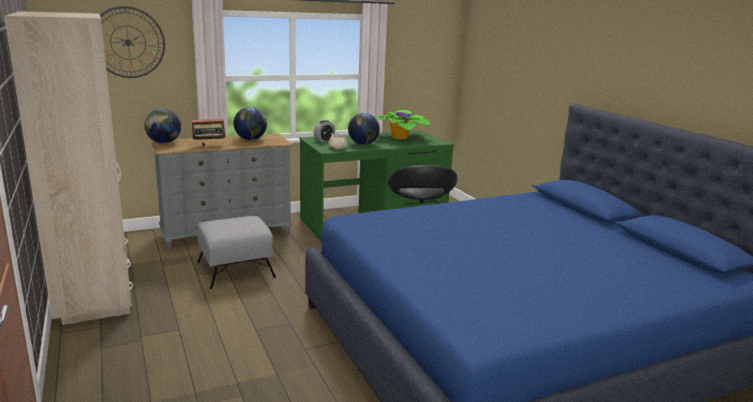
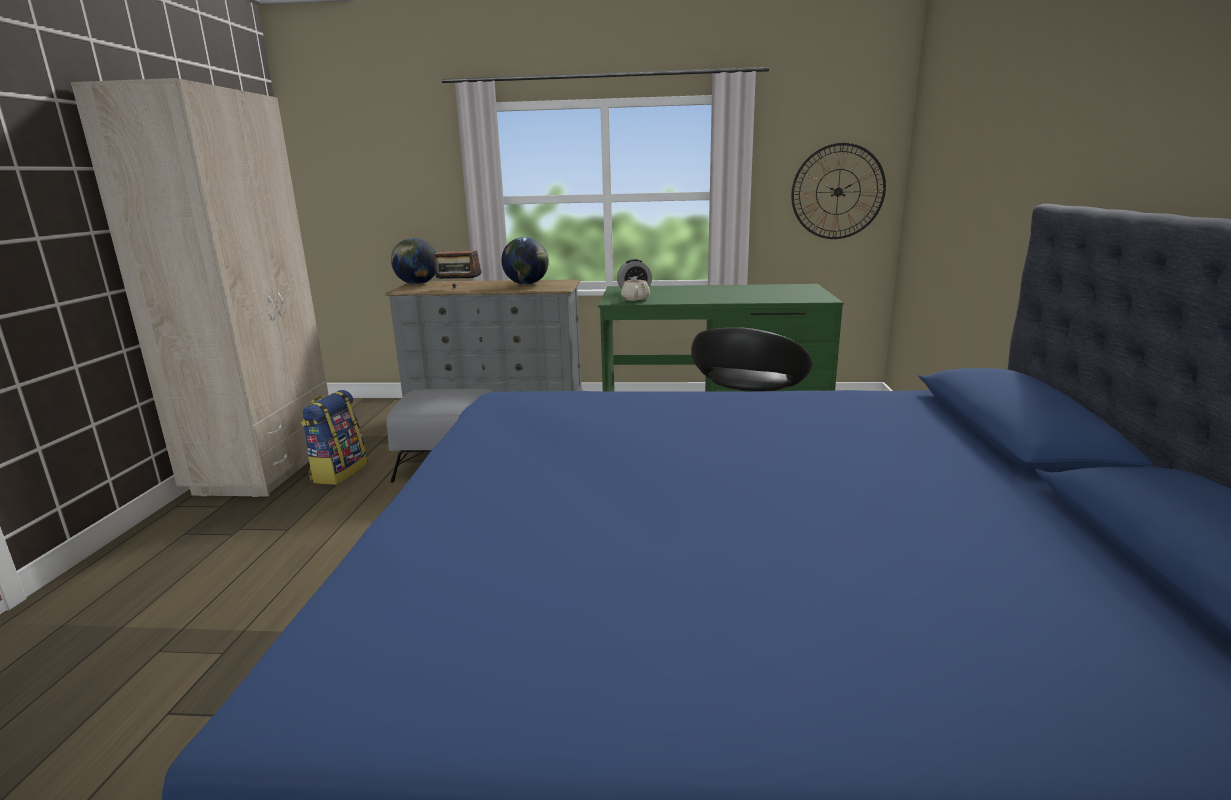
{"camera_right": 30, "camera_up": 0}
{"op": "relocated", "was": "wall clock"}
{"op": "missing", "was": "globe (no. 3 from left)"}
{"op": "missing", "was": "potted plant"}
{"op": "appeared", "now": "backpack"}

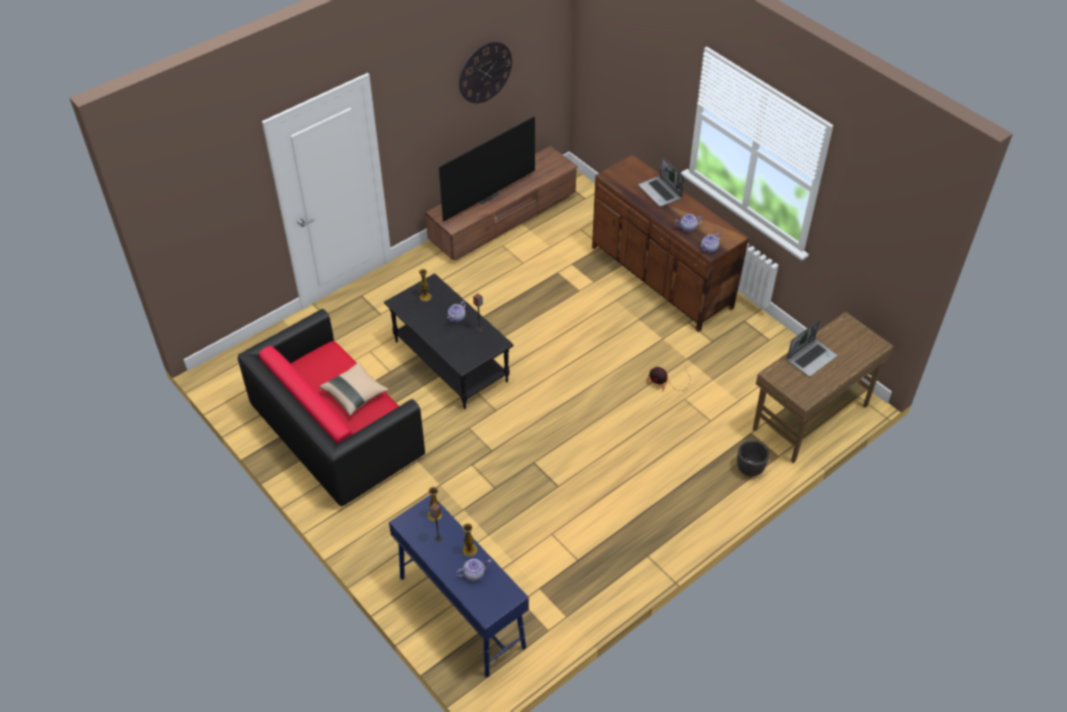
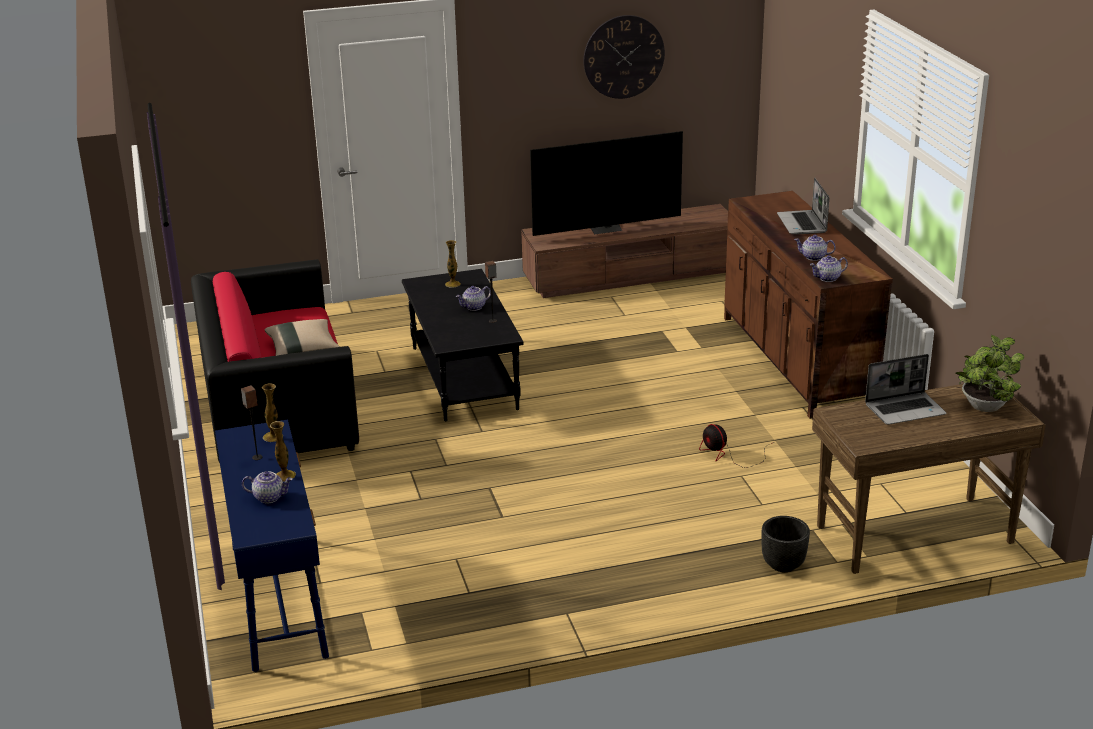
{"camera_right": 25, "camera_up": -20}
{"op": "appeared", "now": "potted plant"}

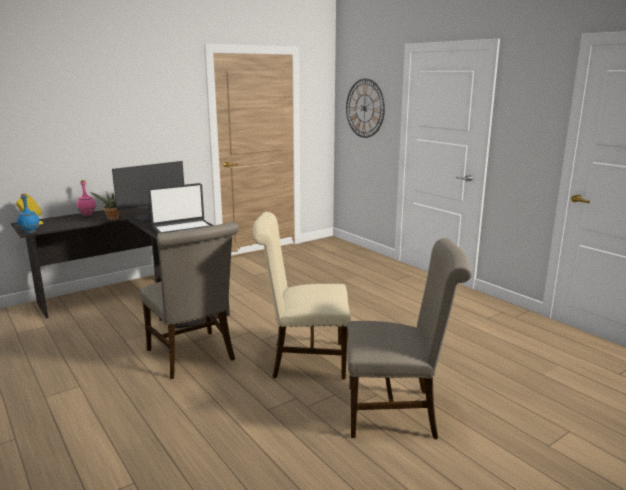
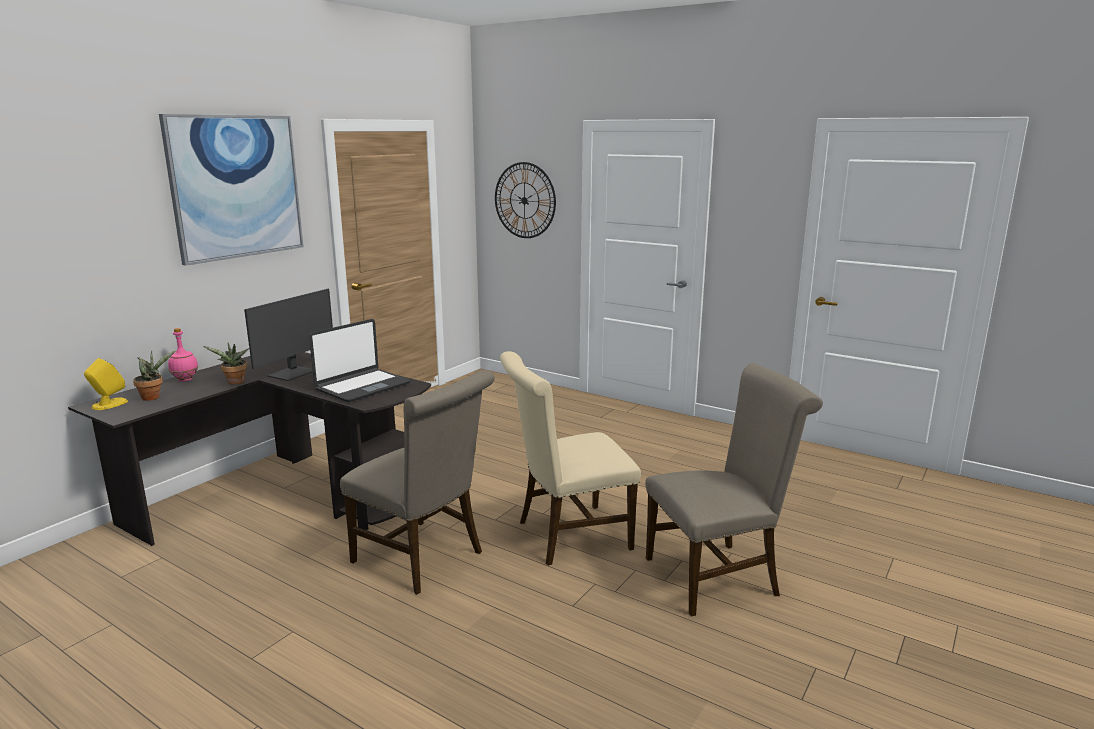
{"camera_right": -20, "camera_up": 0}
{"op": "missing", "was": "bottle in blue"}
{"op": "appeared", "now": "potted plant (no. 1 from left)"}
{"op": "appeared", "now": "picture"}

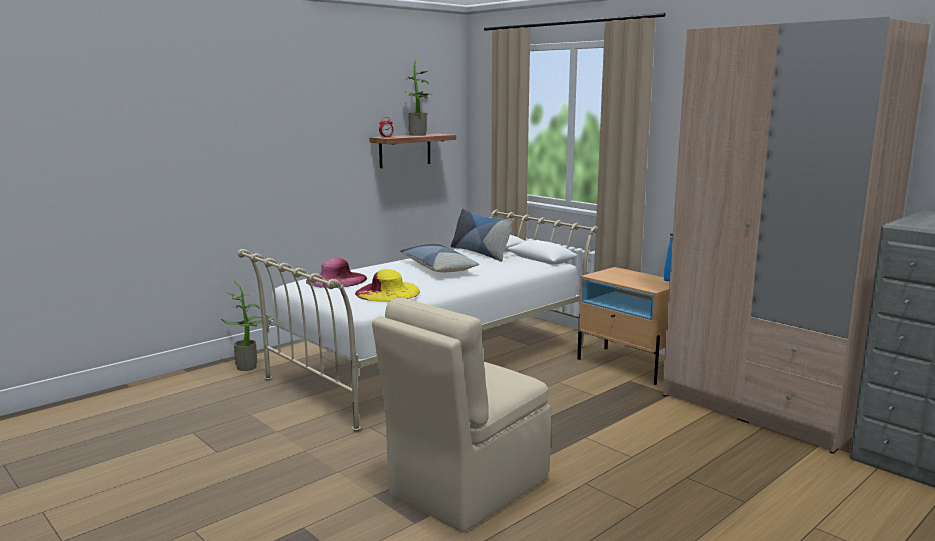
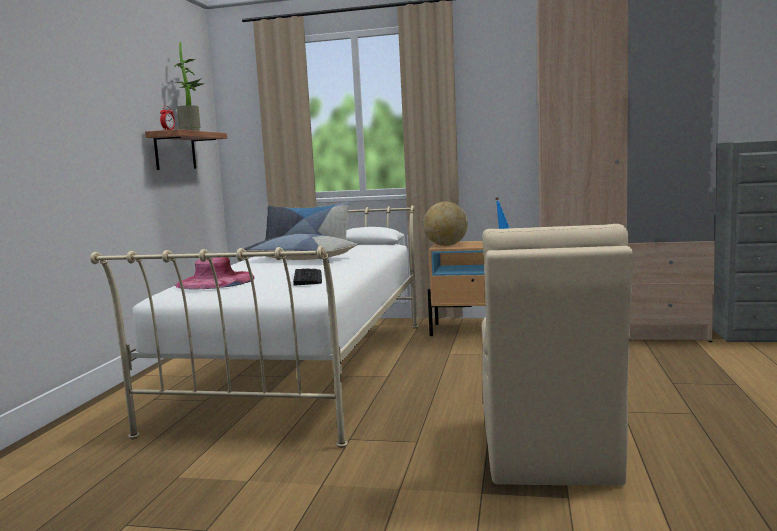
{"camera_right": -35, "camera_up": -5}
{"op": "missing", "was": "potted plant (no. 1 from left)"}
{"op": "exchanged", "was": "hat in yellow", "now": "keyboard"}
{"op": "appeared", "now": "globe"}

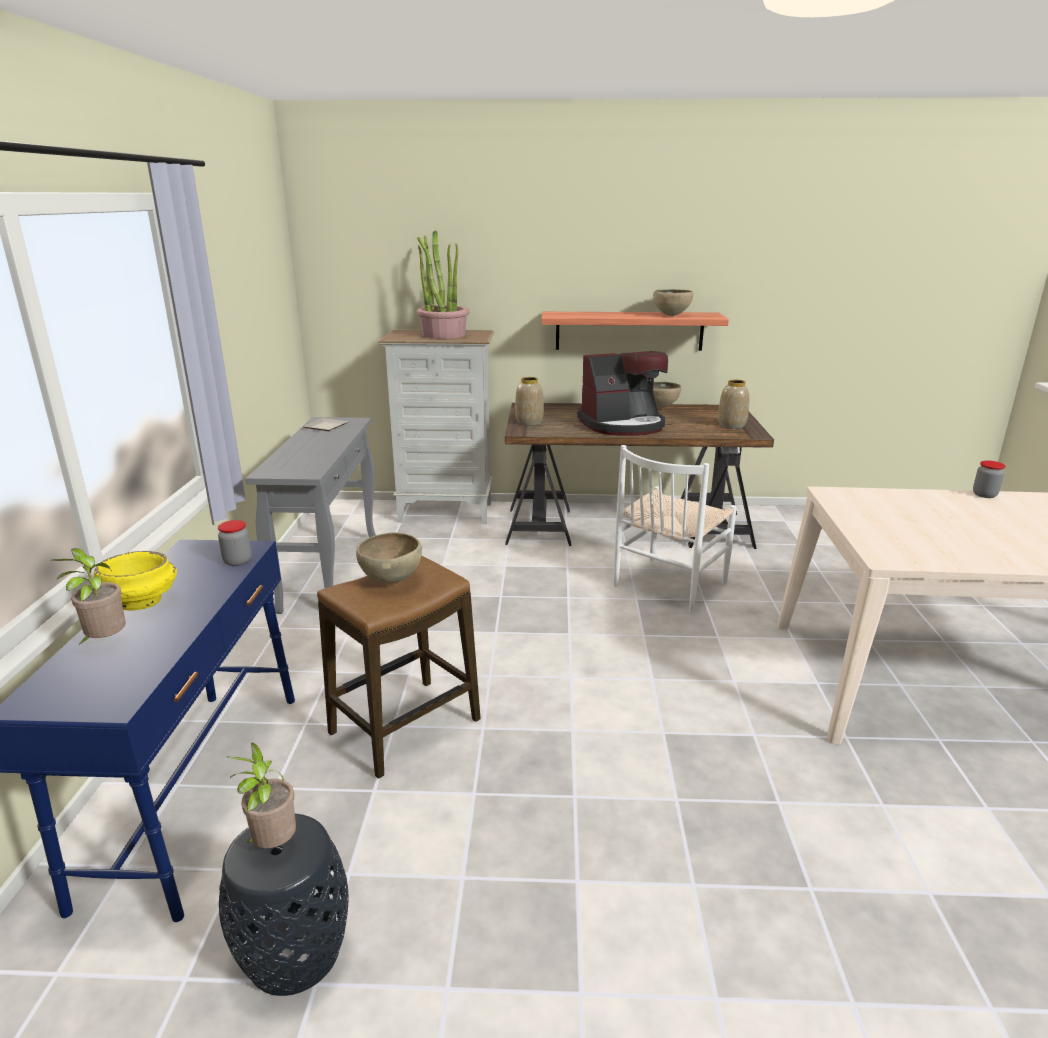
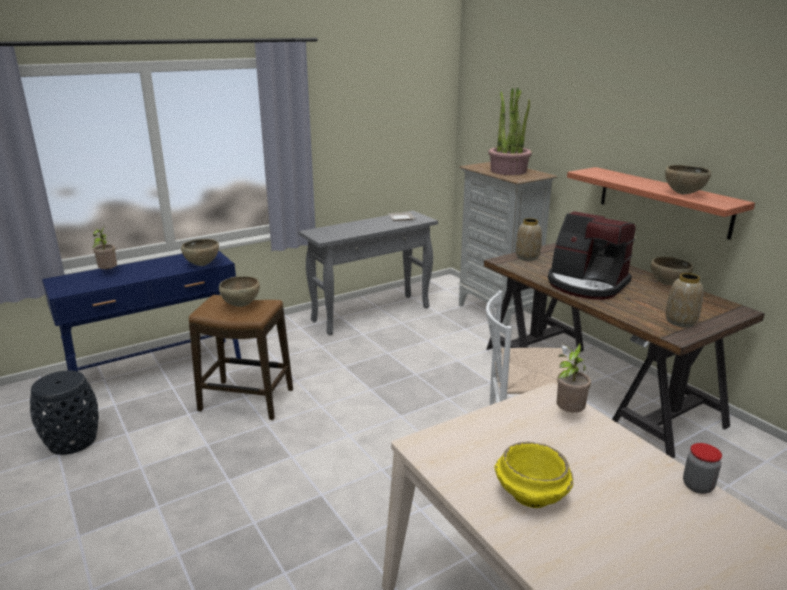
{"camera_right": 55, "camera_up": 0}
{"op": "relocated", "was": "bowl in yellow"}
{"op": "exchanged", "was": "jar (no. 1 from left)", "now": "bowl in brown (no. 1 from left)"}
{"op": "relocated", "was": "potted plant (no. 2 from left in the first image)", "now": "potted plant (no. 3 from left)"}

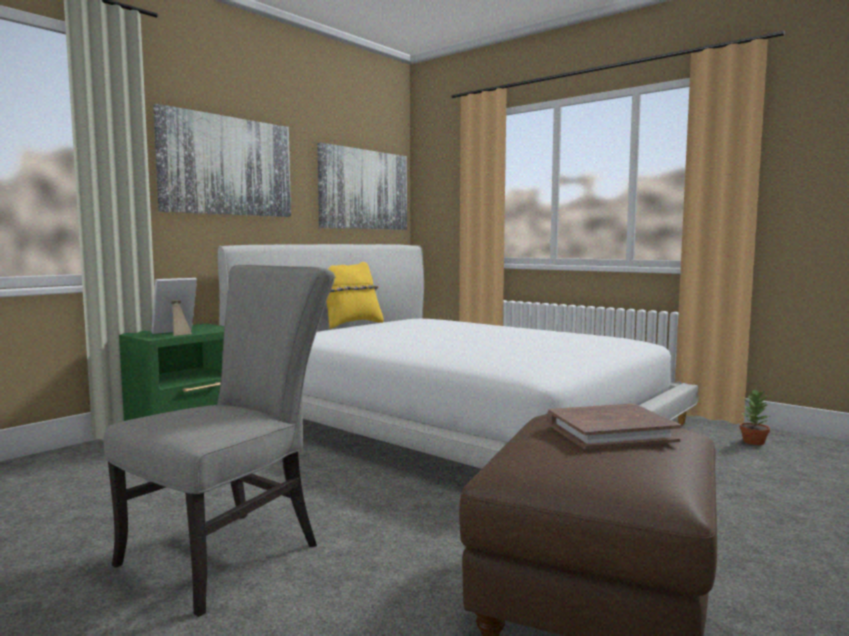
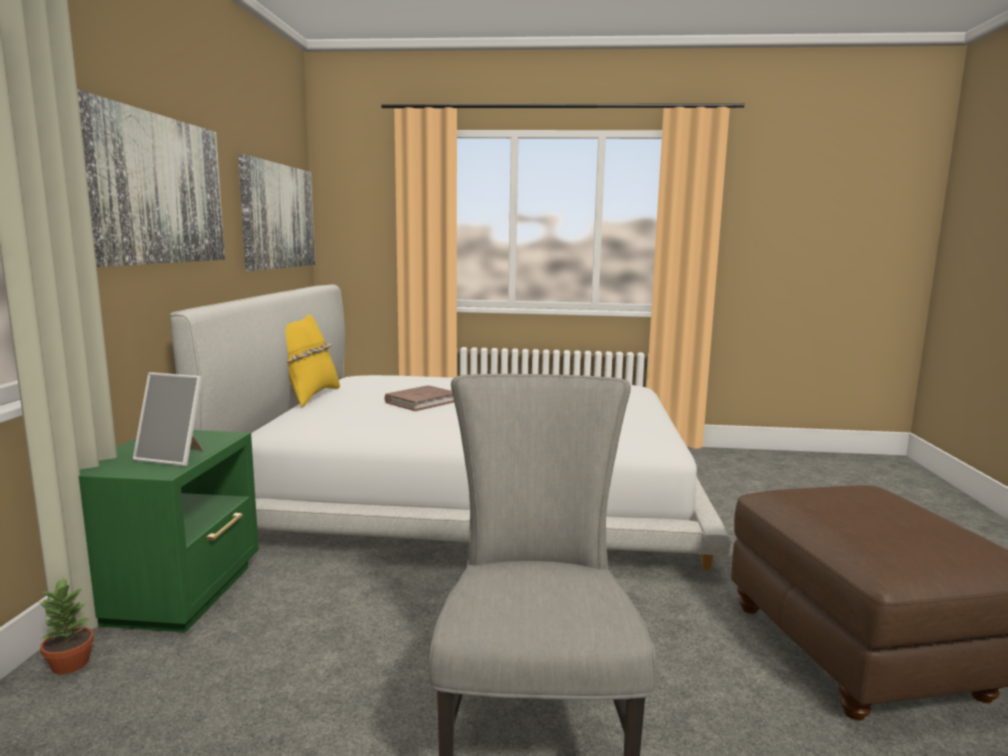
{"camera_right": -35, "camera_up": 5}
{"op": "spun", "was": "picture frame", "clockwise": -90}
{"op": "relocated", "was": "book in brown"}
{"op": "relocated", "was": "potted plant"}

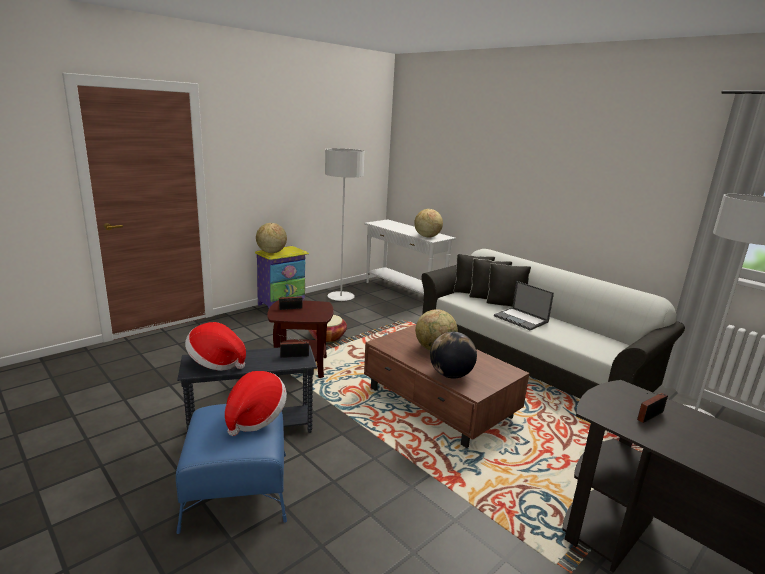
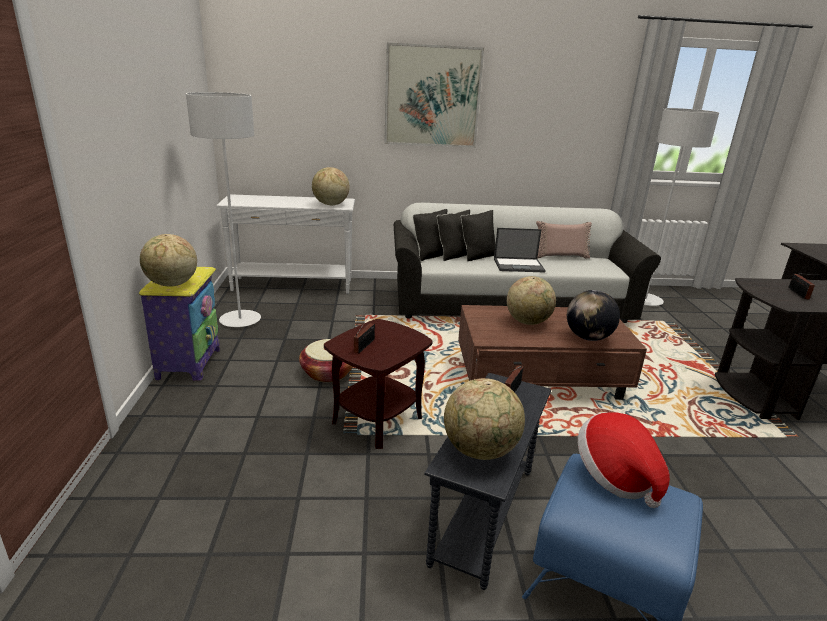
{"camera_right": -50, "camera_up": 5}
{"op": "exchanged", "was": "hat (no. 1 from left)", "now": "globe (no. 3 from left)"}
{"op": "appeared", "now": "picture"}
{"op": "appeared", "now": "pillow in beige"}

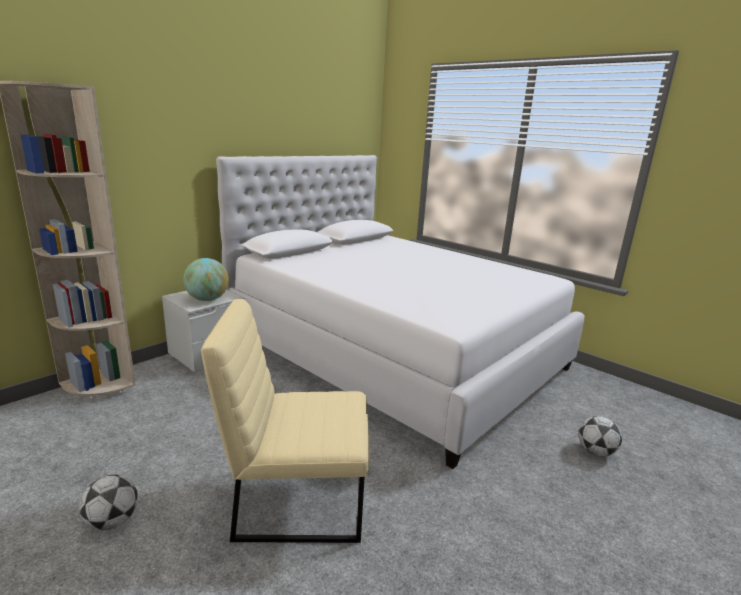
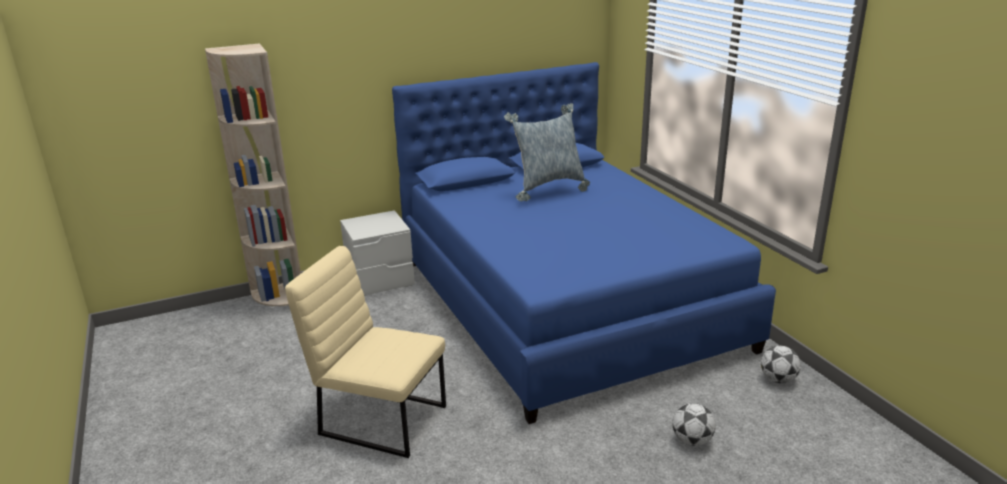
{"camera_right": 25, "camera_up": 5}
{"op": "relocated", "was": "football (no. 1 from left in the first image)", "now": "football (no. 2 from left)"}
{"op": "missing", "was": "globe"}
{"op": "colour", "was": "bed in white", "now": "bed in blue"}
{"op": "appeared", "now": "pillow"}

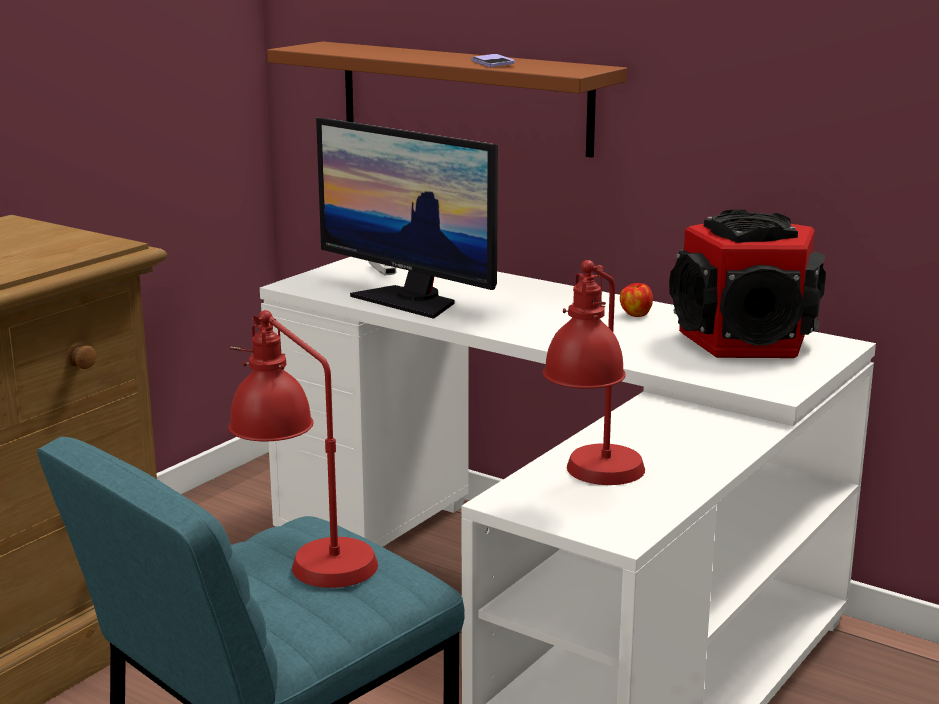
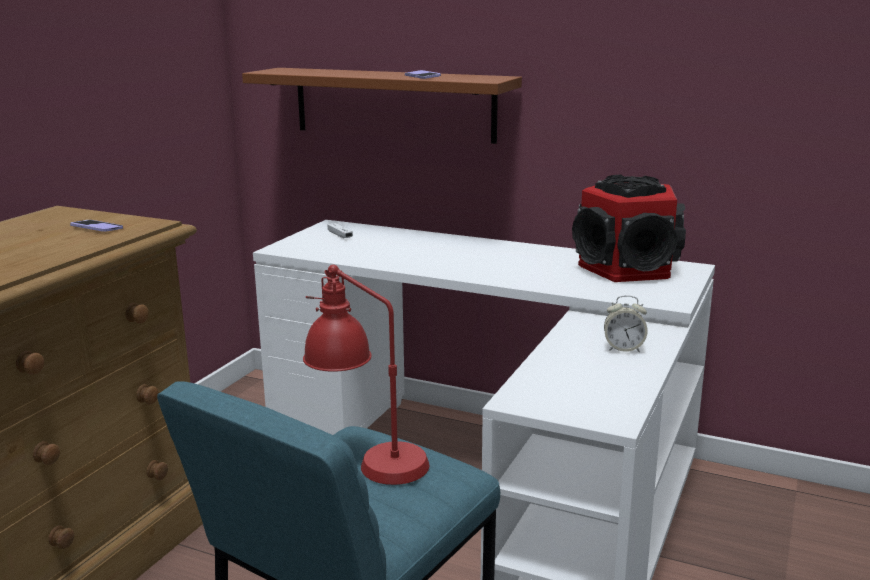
{"camera_right": -10, "camera_up": 0}
{"op": "missing", "was": "monitor"}
{"op": "missing", "was": "table lamp in red (no. 2 from left)"}
{"op": "missing", "was": "apple"}
{"op": "appeared", "now": "phone (no. 1 from left)"}
{"op": "appeared", "now": "alarm clock"}

